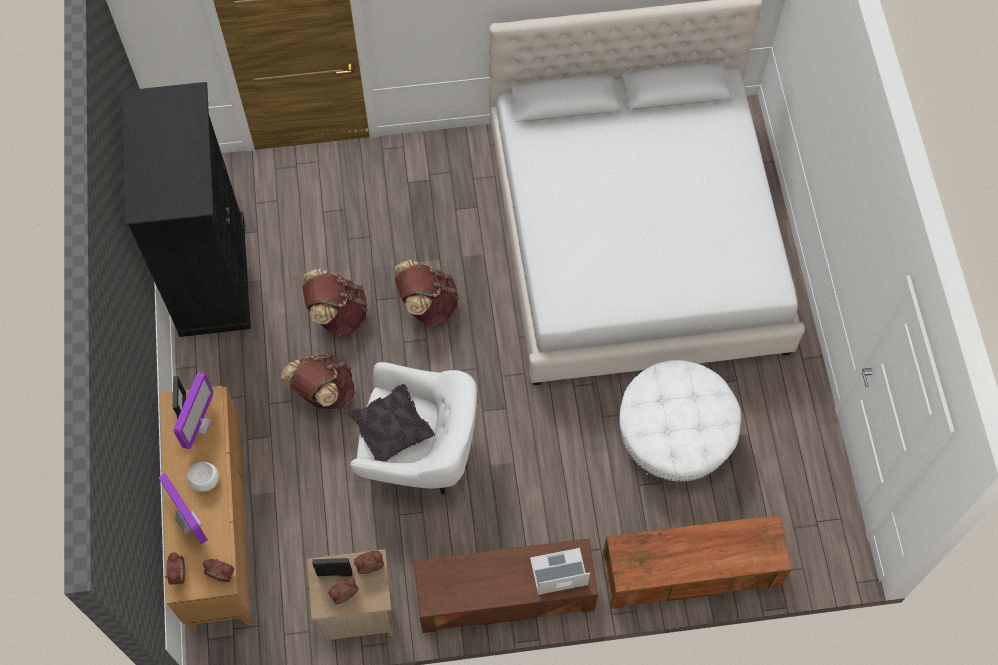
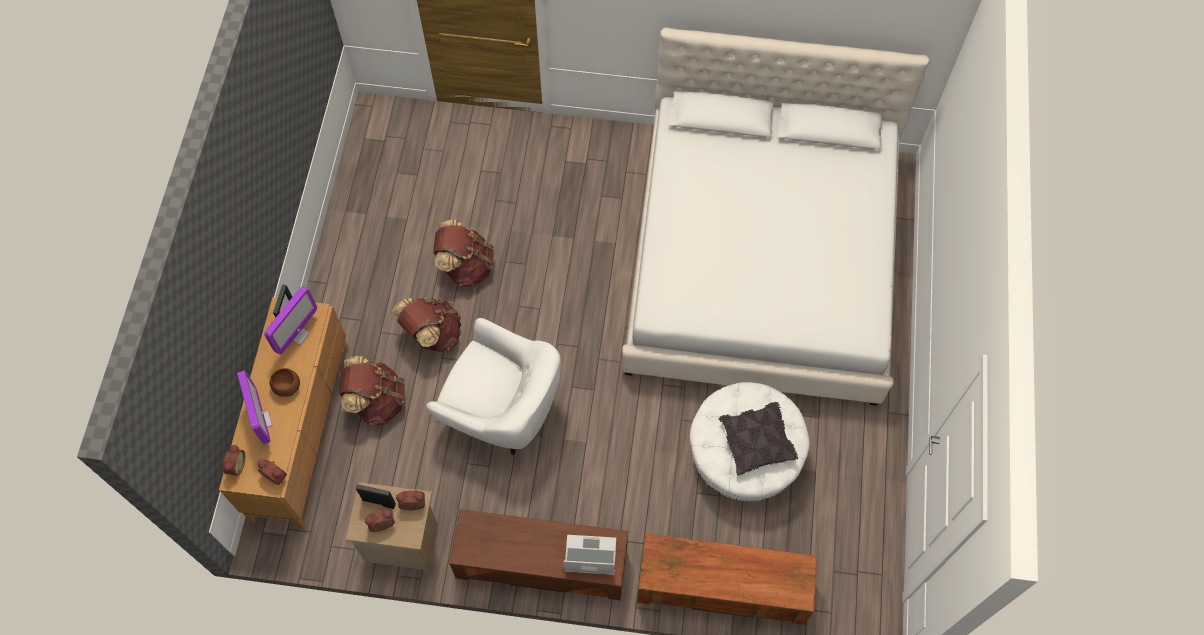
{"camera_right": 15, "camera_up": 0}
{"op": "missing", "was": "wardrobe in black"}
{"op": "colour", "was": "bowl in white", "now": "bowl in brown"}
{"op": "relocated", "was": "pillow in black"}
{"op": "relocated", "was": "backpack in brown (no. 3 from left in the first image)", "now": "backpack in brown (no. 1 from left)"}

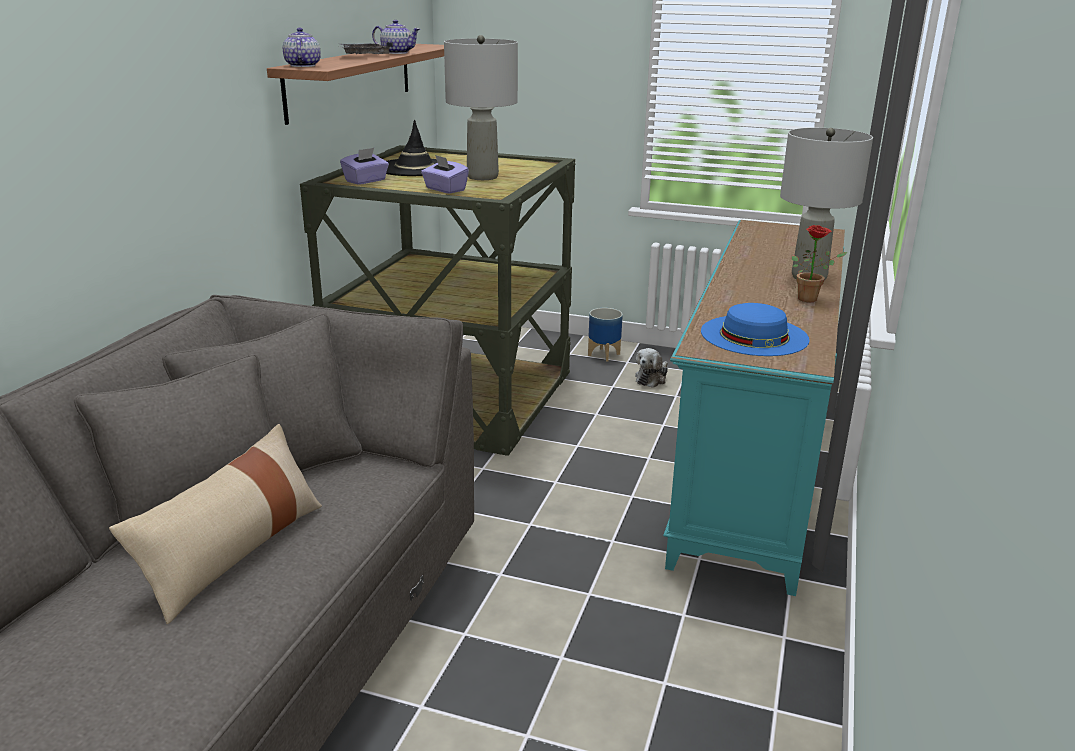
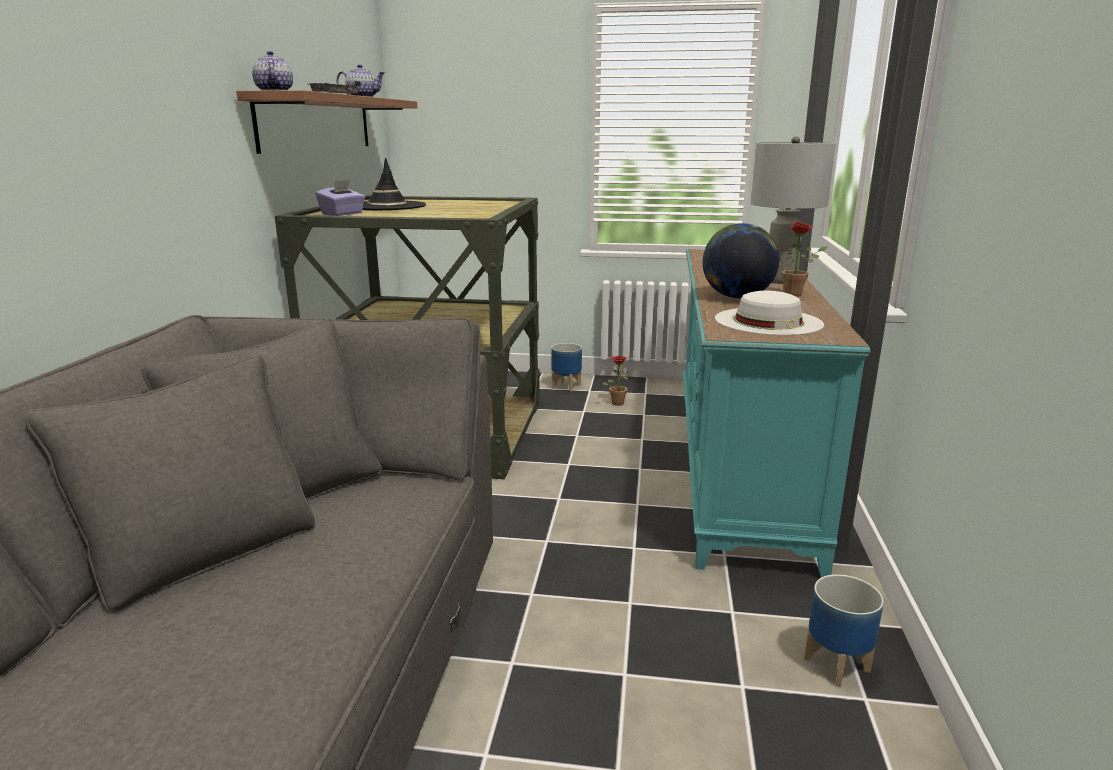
{"camera_right": -10, "camera_up": -5}
{"op": "missing", "was": "pillow in beige"}
{"op": "missing", "was": "tissue box in purple (no. 2 from left)"}
{"op": "missing", "was": "table lamp in grey (no. 1 from left)"}
{"op": "exchanged", "was": "plush toy", "now": "potted plant (no. 1 from left)"}
{"op": "colour", "was": "hat in blue", "now": "hat in white"}
{"op": "appeared", "now": "globe"}
{"op": "appeared", "now": "planter (no. 2 from left)"}

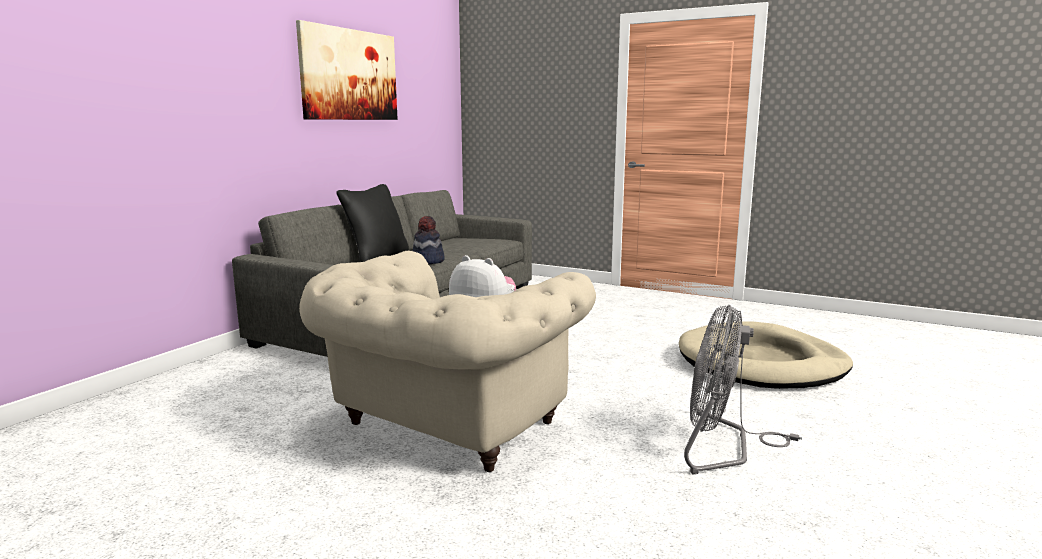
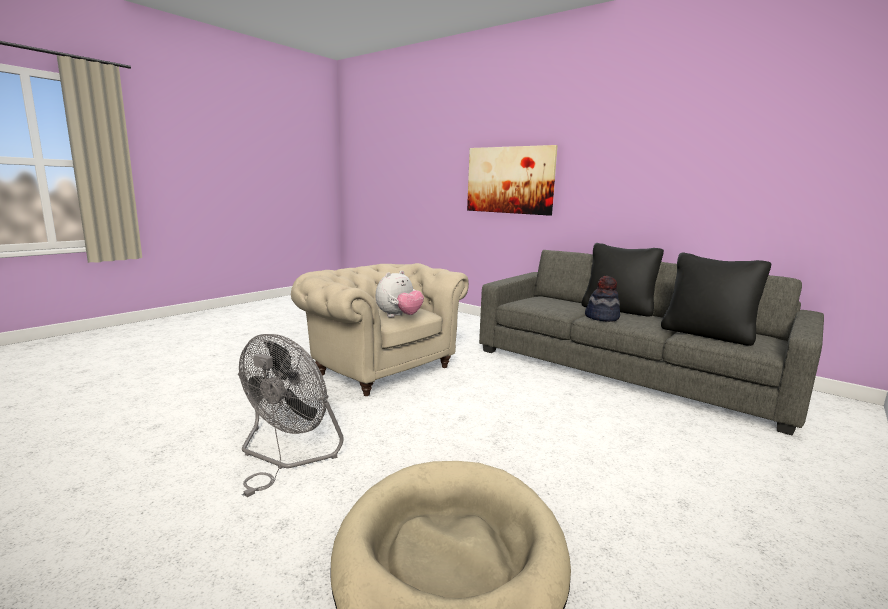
{"camera_right": 100, "camera_up": 0}
{"op": "relocated", "was": "picture"}
{"op": "appeared", "now": "pillow in black (no. 2 from left)"}

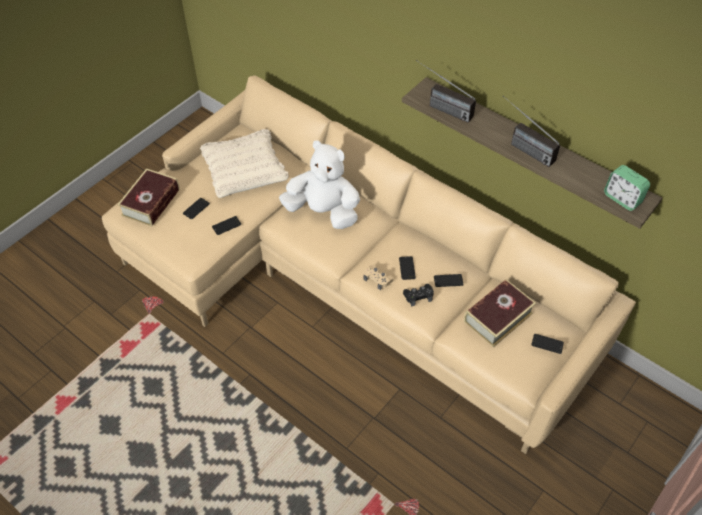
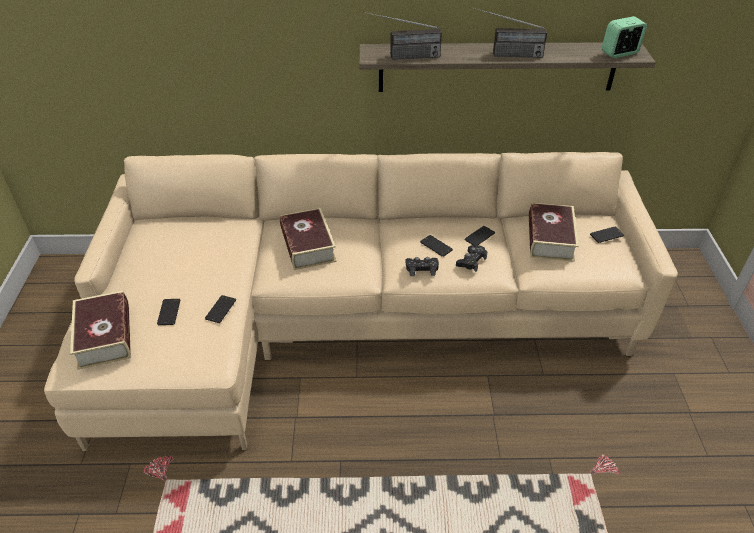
{"camera_right": -40, "camera_up": -10}
{"op": "missing", "was": "pillow in beige"}
{"op": "exchanged", "was": "plush toy in white", "now": "book (no. 2 from left)"}
{"op": "colour", "was": "game controller in beige", "now": "game controller in black (no. 1 from left)"}
{"op": "spun", "was": "alarm clock", "clockwise": 150}

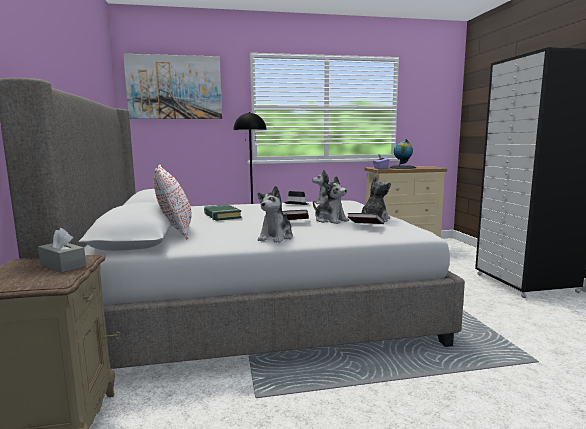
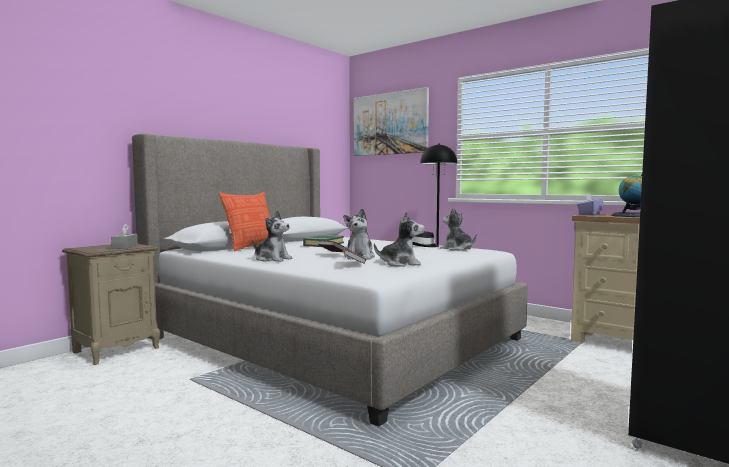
{"camera_right": 50, "camera_up": -5}
{"op": "colour", "was": "pillow in white", "now": "pillow in orange"}
{"op": "spun", "was": "plush toy (no. 1 from left)", "clockwise": -135}

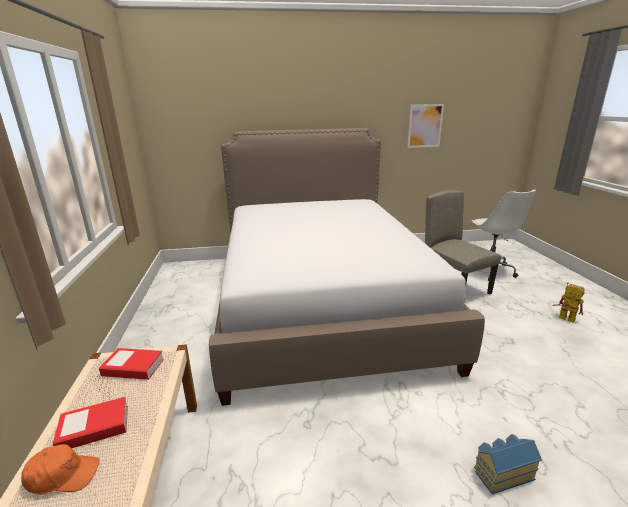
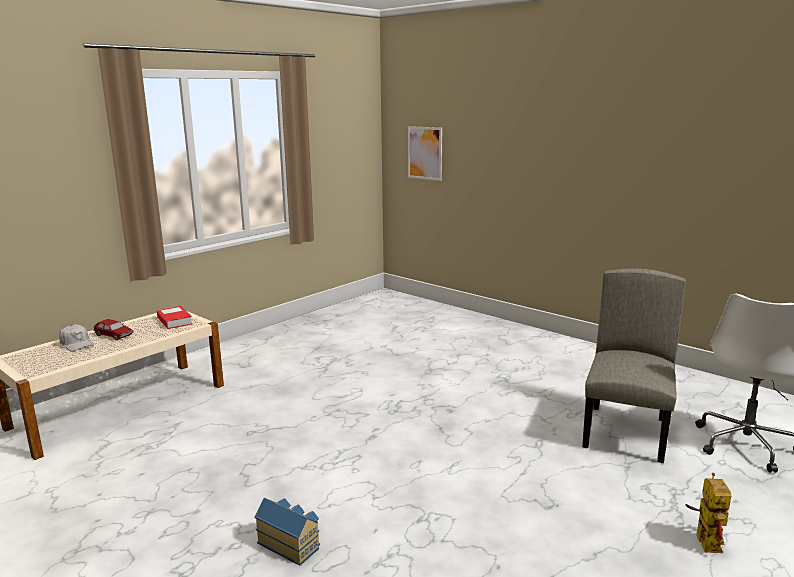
{"camera_right": 50, "camera_up": -5}
{"op": "colour", "was": "cap in orange", "now": "cap in white"}
{"op": "exchanged", "was": "book (no. 1 from left)", "now": "toy car"}
{"op": "missing", "was": "bed"}
{"op": "relocated", "was": "picture"}

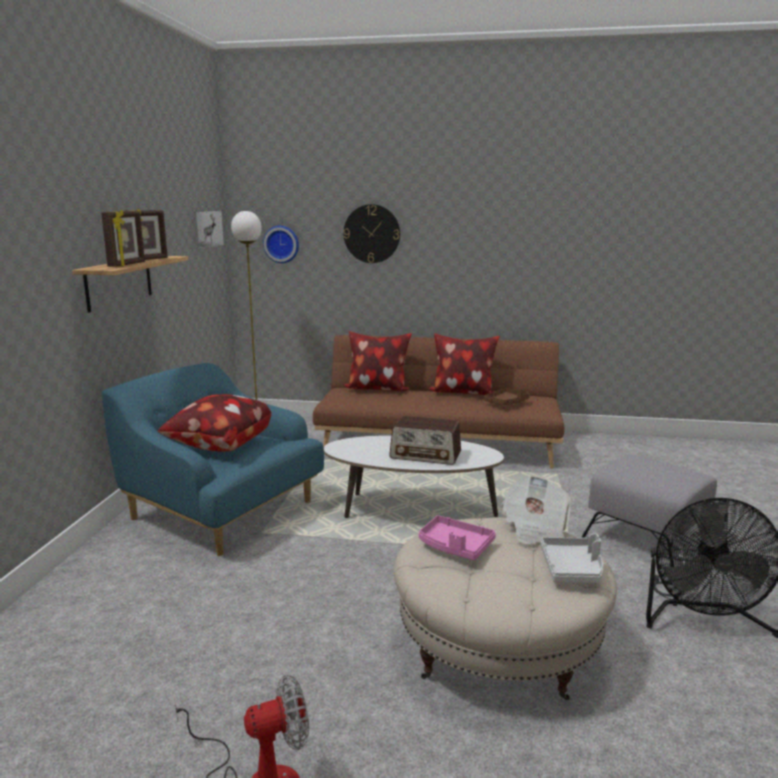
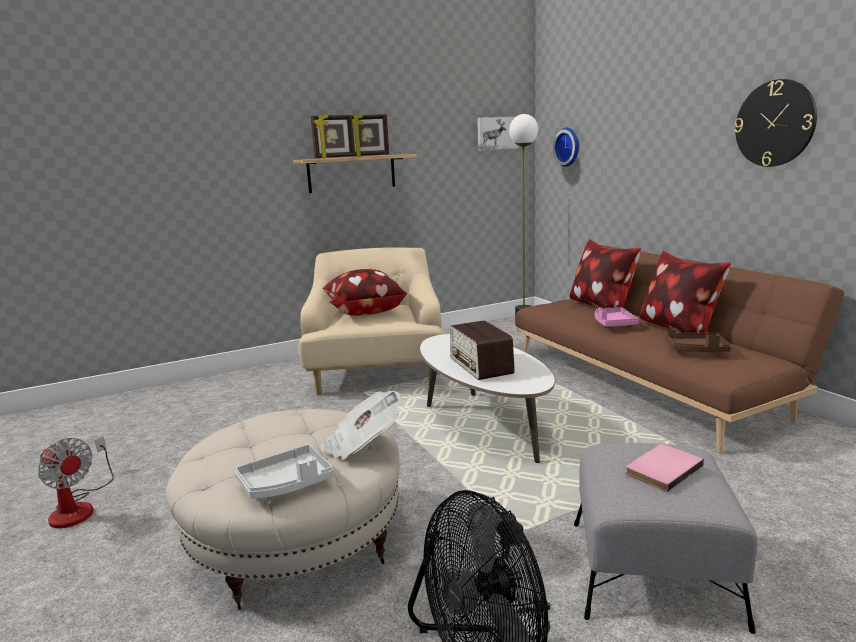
{"camera_right": 55, "camera_up": 0}
{"op": "colour", "was": "armchair in blue", "now": "armchair in beige"}
{"op": "relocated", "was": "wall clock (no. 2 from left)"}
{"op": "relocated", "was": "tray in pink"}
{"op": "appeared", "now": "book in pink"}

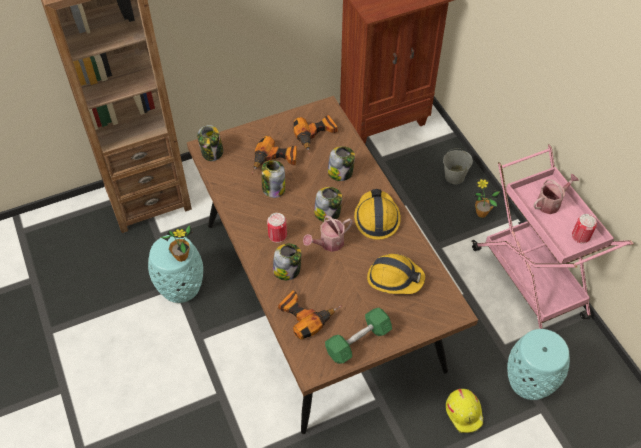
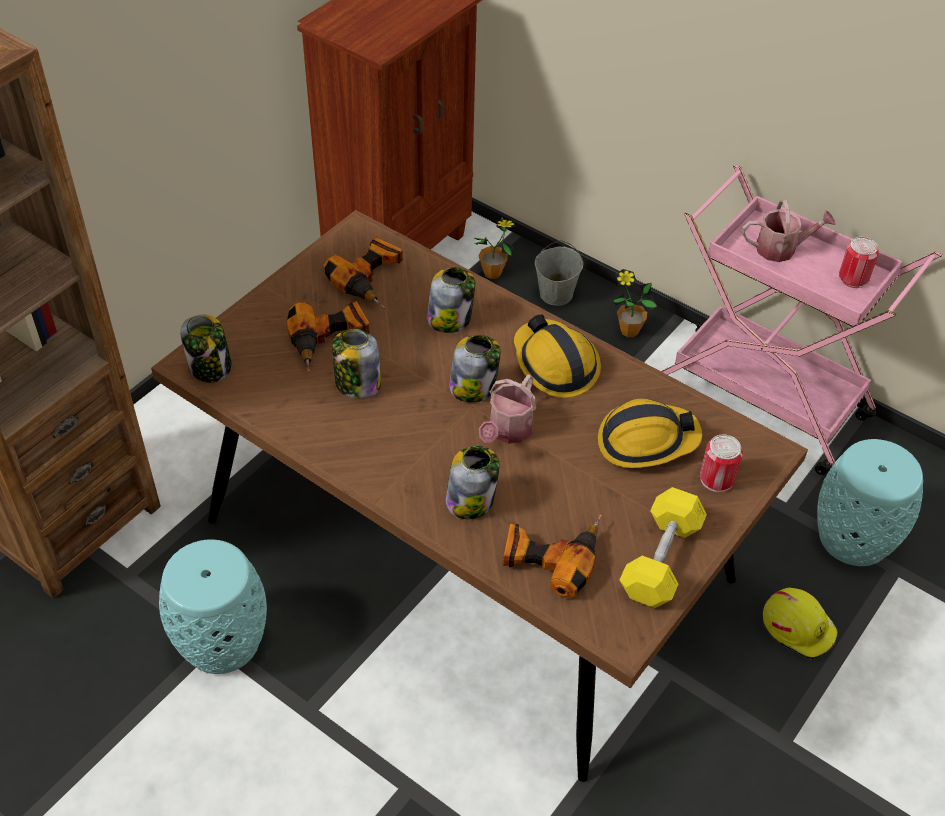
{"camera_right": -30, "camera_up": -5}
{"op": "relocated", "was": "potted plant (no. 1 from left)"}
{"op": "relocated", "was": "can (no. 1 from left)"}
{"op": "colour", "was": "dumbbell in green", "now": "dumbbell in yellow"}
{"op": "spun", "was": "watering can (no. 2 from left)", "clockwise": 60}

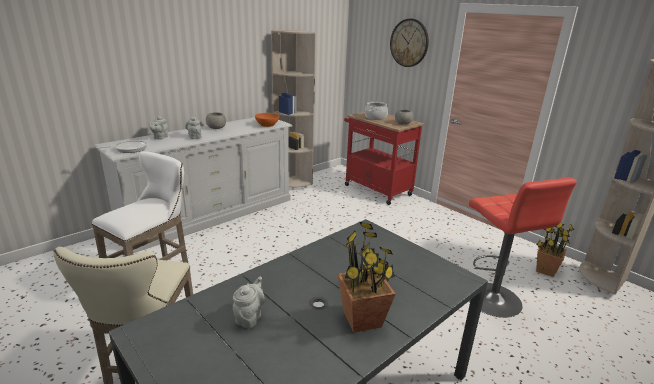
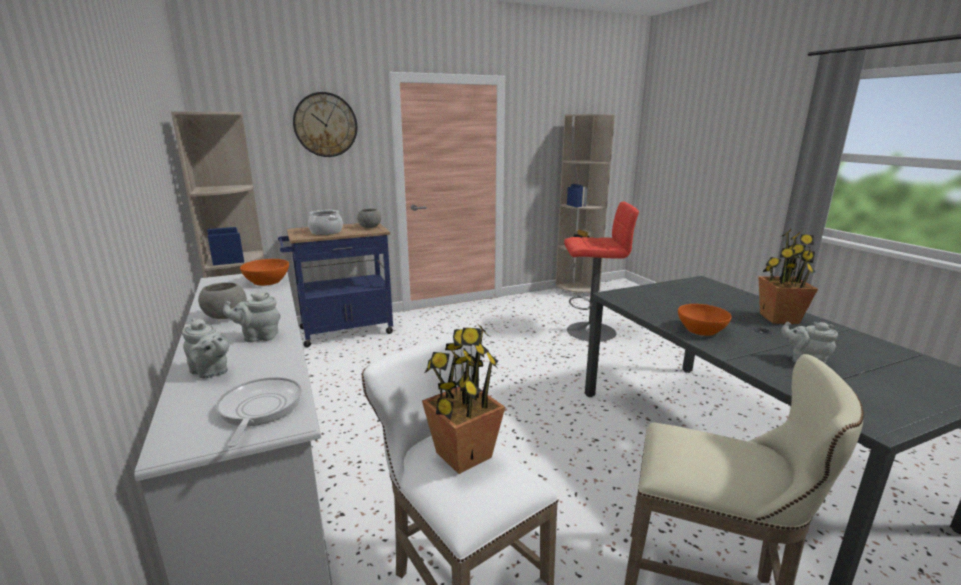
{"camera_right": -70, "camera_up": -5}
{"op": "colour", "was": "cart in red", "now": "cart in blue"}
{"op": "relocated", "was": "potted plant (no. 2 from left in the first image)", "now": "potted plant (no. 1 from left)"}
{"op": "appeared", "now": "bowl in orange (no. 2 from left)"}

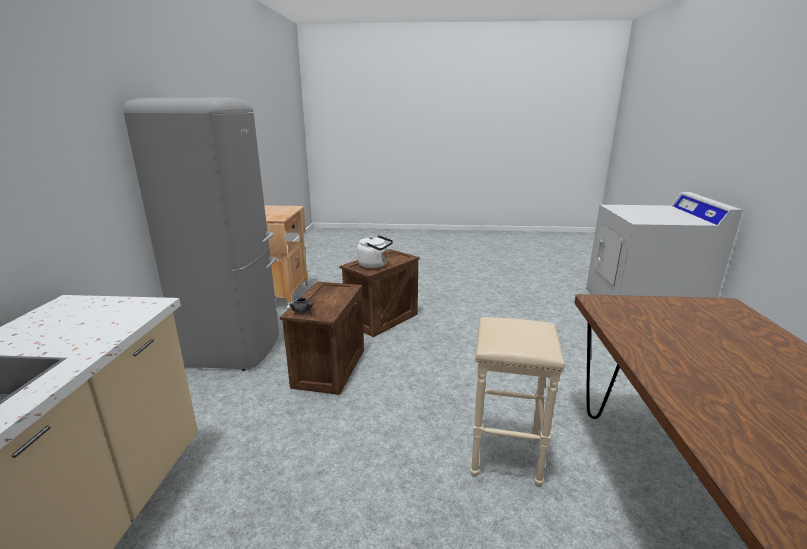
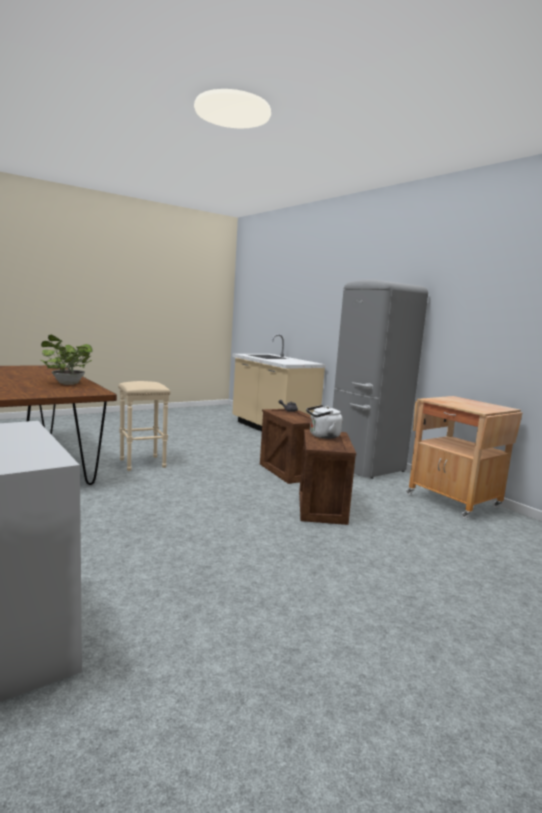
{"camera_right": 140, "camera_up": -10}
{"op": "appeared", "now": "potted plant"}

